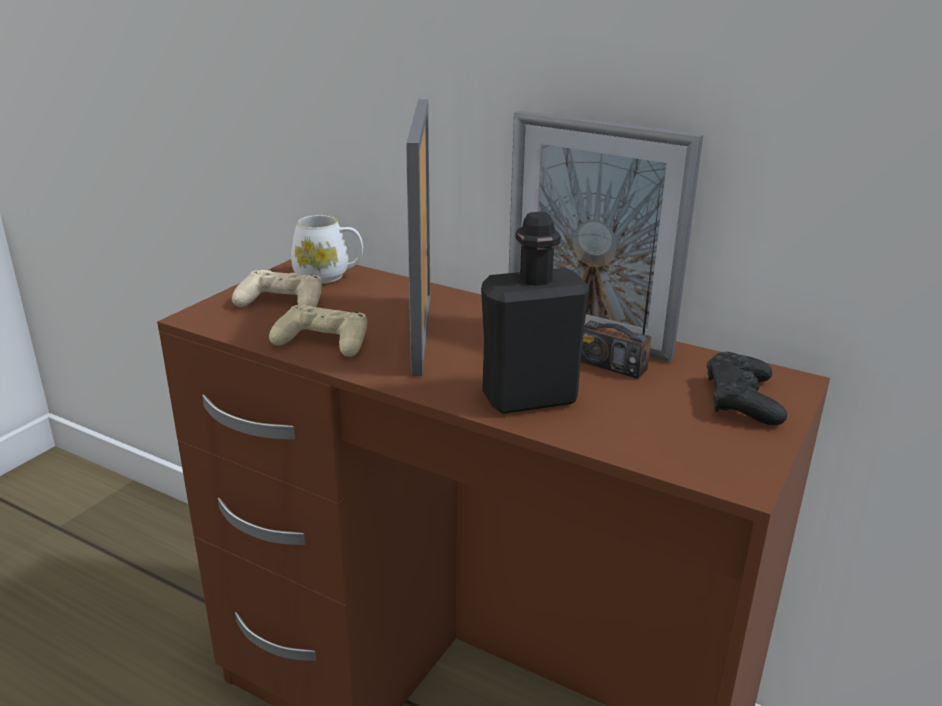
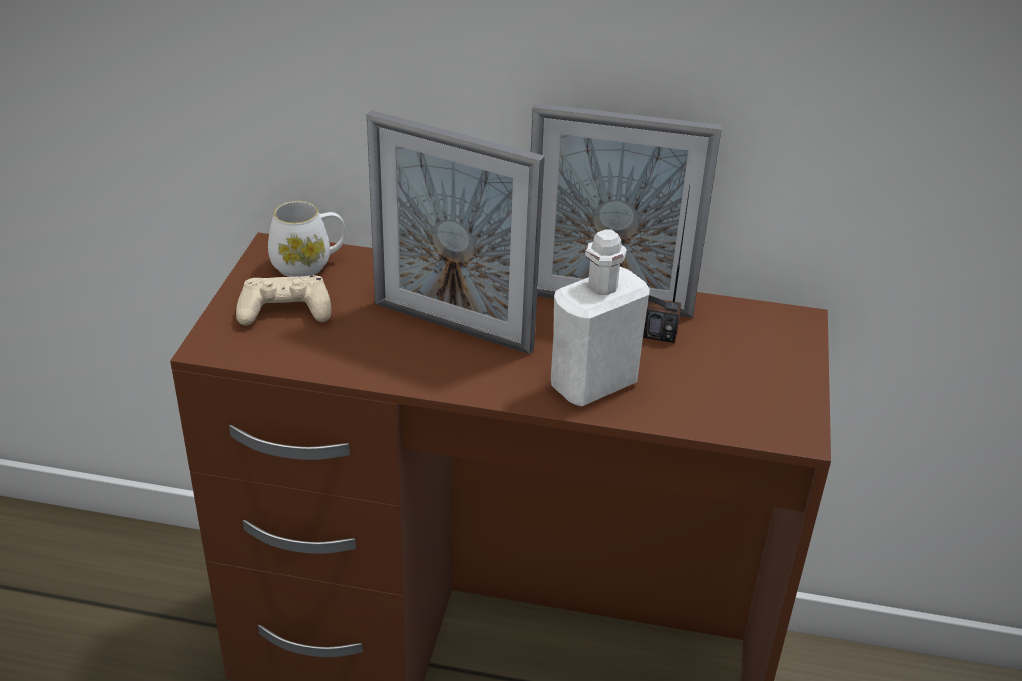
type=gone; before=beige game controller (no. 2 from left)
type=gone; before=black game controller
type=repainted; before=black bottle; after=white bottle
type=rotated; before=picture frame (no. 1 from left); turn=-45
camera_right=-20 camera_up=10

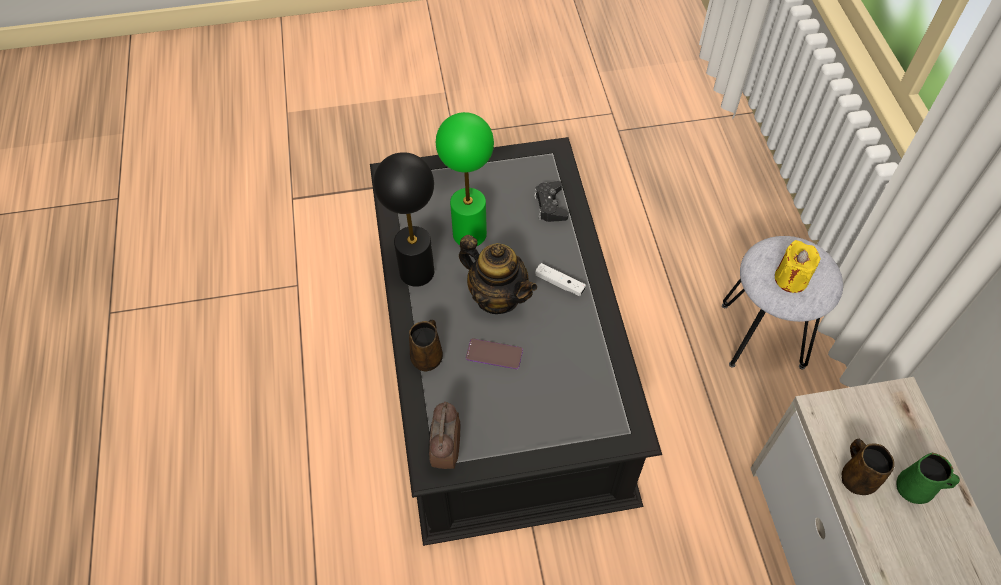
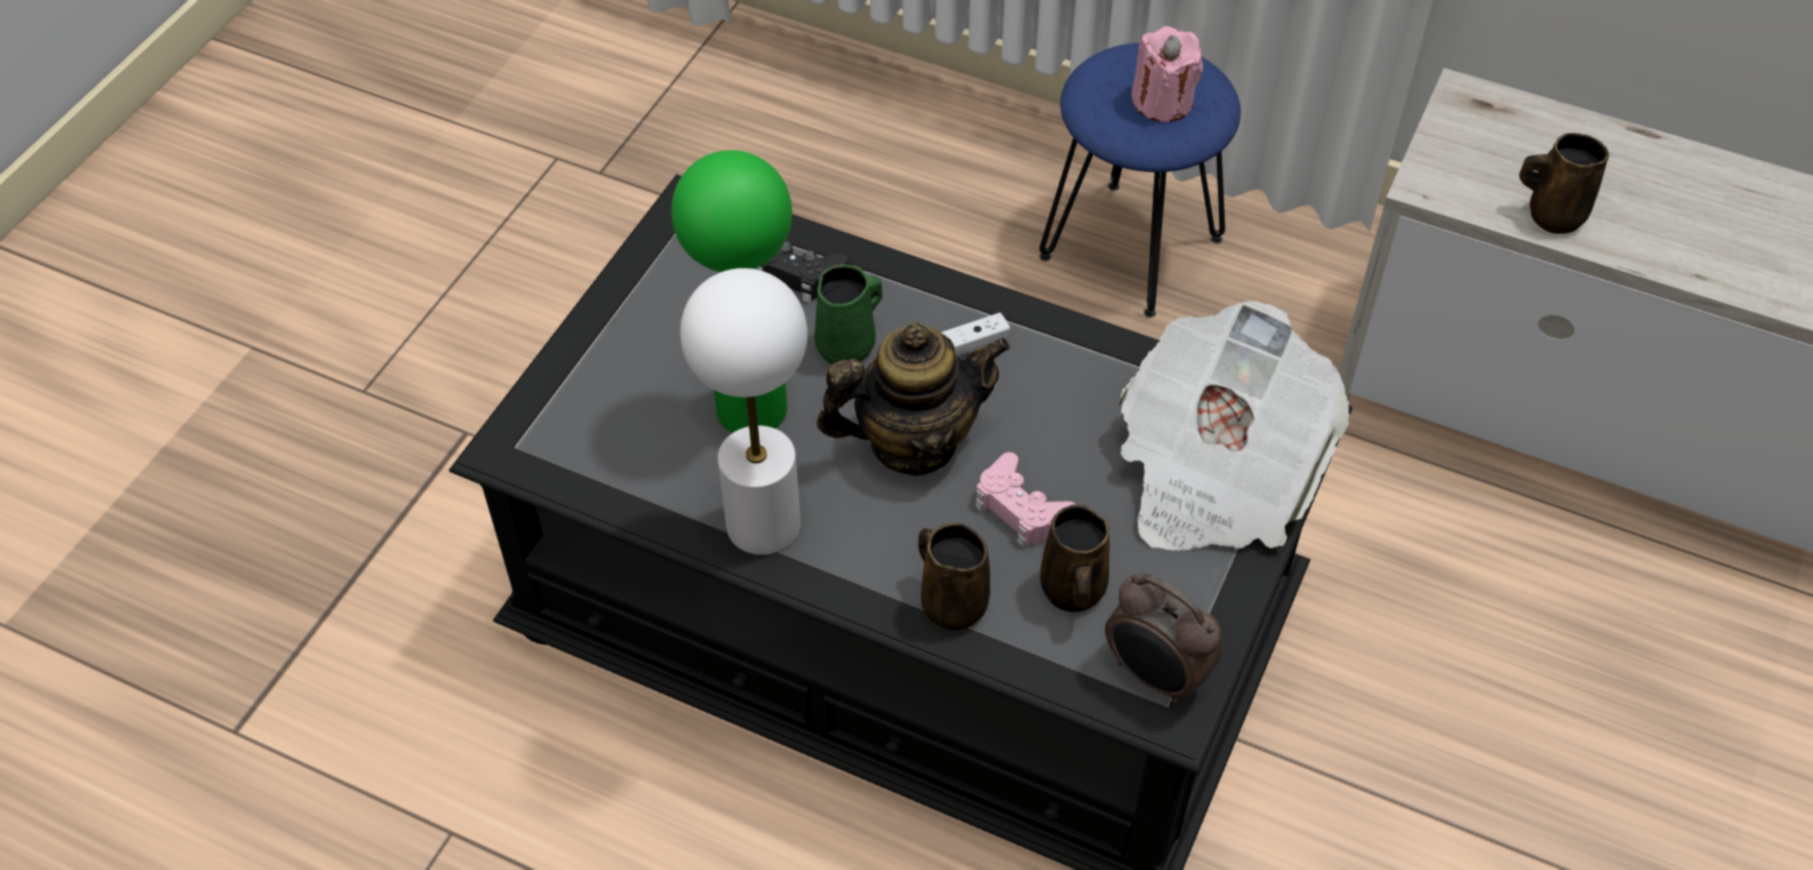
type=new; after=brown mug (no. 2 from left)
type=new; after=newspaper
type=shifted; before=green mug
type=swapped; before=phone; after=pink game controller
type=repainted; before=black table lamp; after=white table lamp
type=repainted; before=grey stool; after=blue stool
type=repainted; before=yellow candle; after=pink candle
camera_right=-55 camera_up=-5

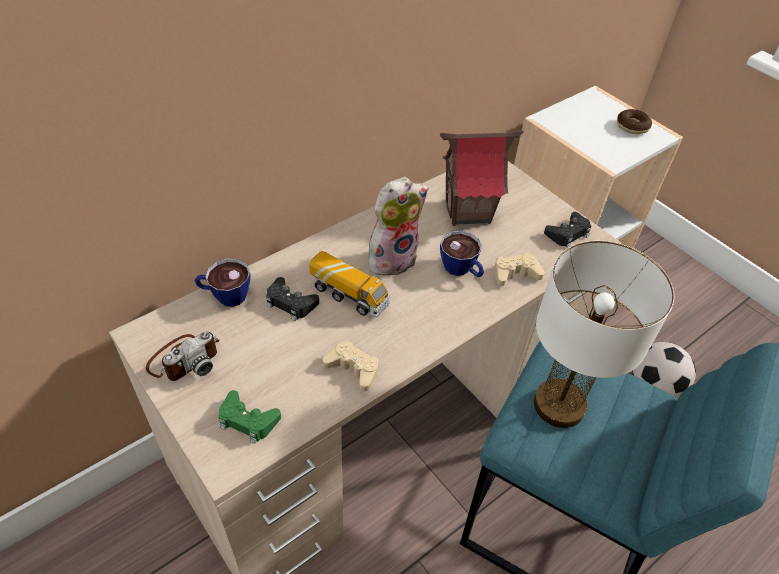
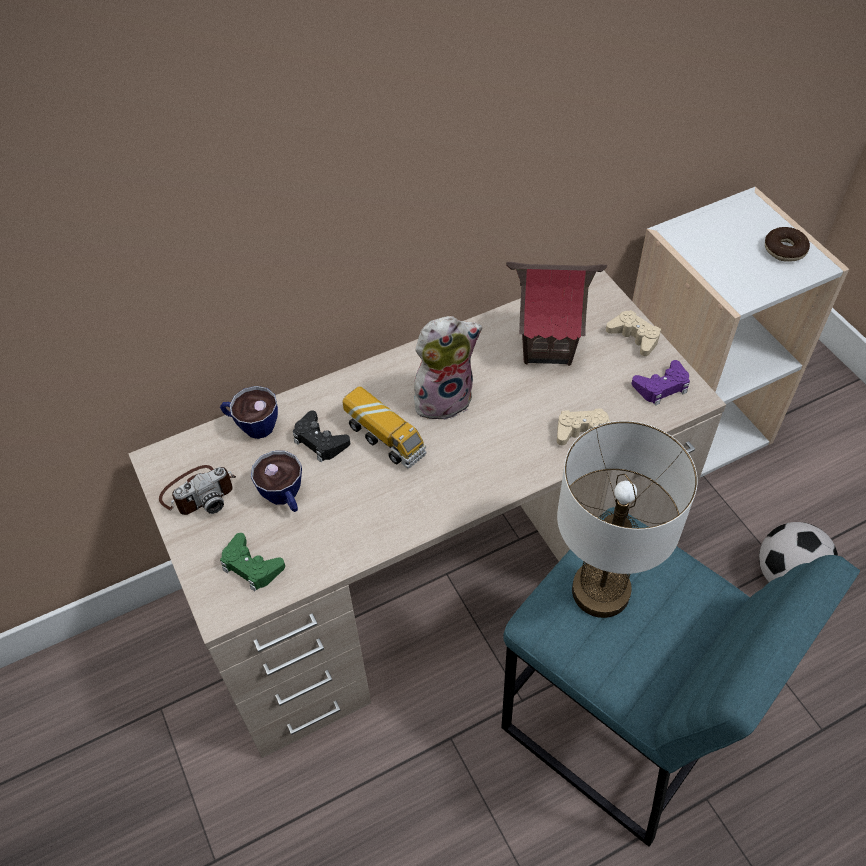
type=shifted; before=beige game controller (no. 1 from left in the first image); after=beige game controller (no. 2 from left)
type=shifted; before=cup (no. 2 from left)
type=repainted; before=black game controller (no. 2 from left); after=purple game controller
camera_right=15 camera_up=5

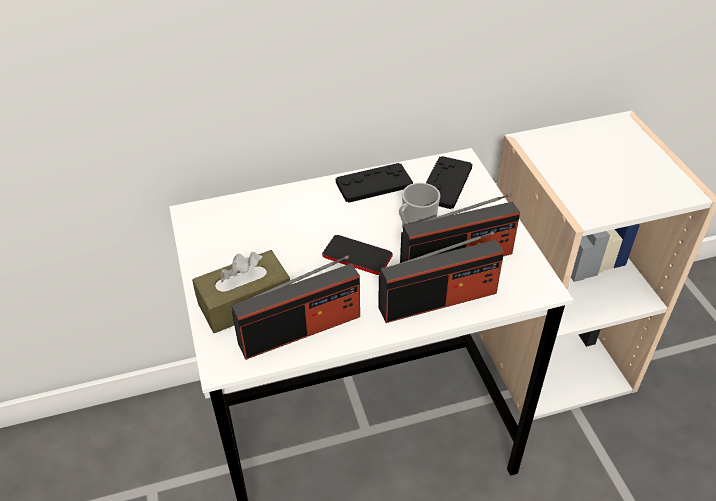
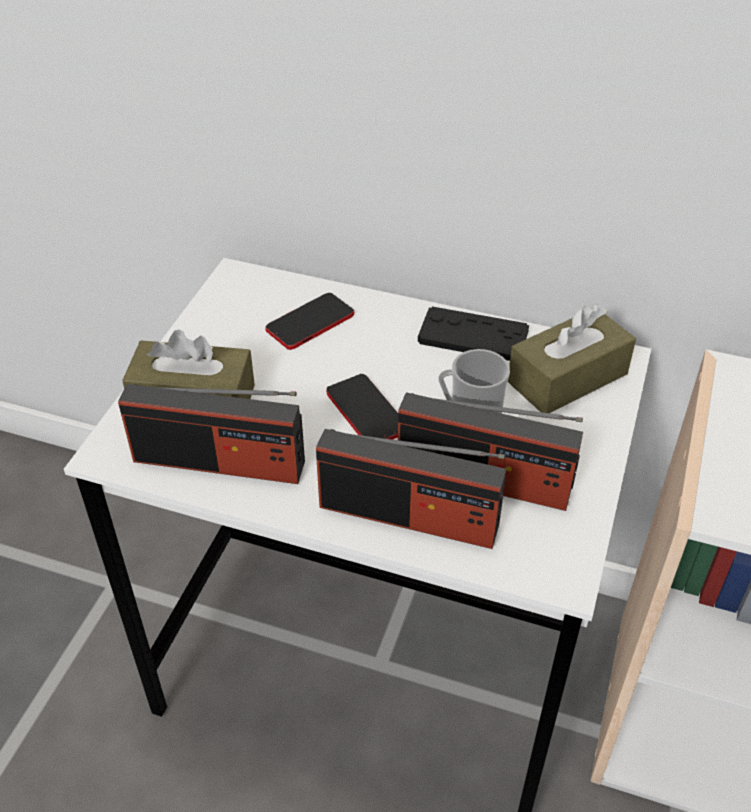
type=new; after=phone (no. 1 from left)
type=swapped; before=black game controller (no. 2 from left); after=brown tissue box (no. 2 from left)
camera_right=35 camera_up=0

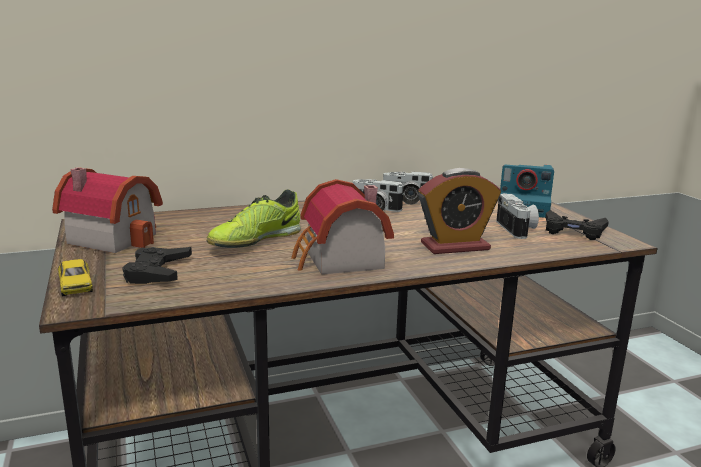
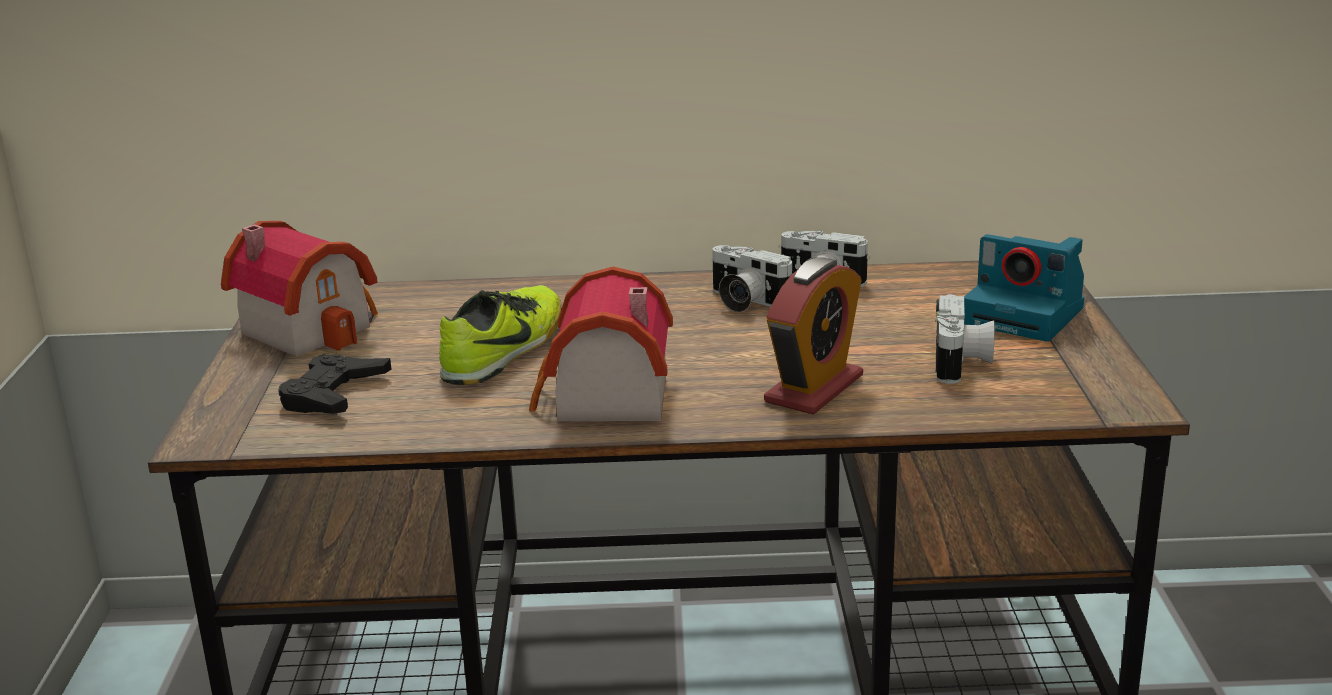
type=gone; before=toy car
type=gone; before=black game controller (no. 2 from left)
type=rotated; before=shoe; turn=150
type=rotated; before=alarm clock; turn=-60
camera_right=20 camera_up=5

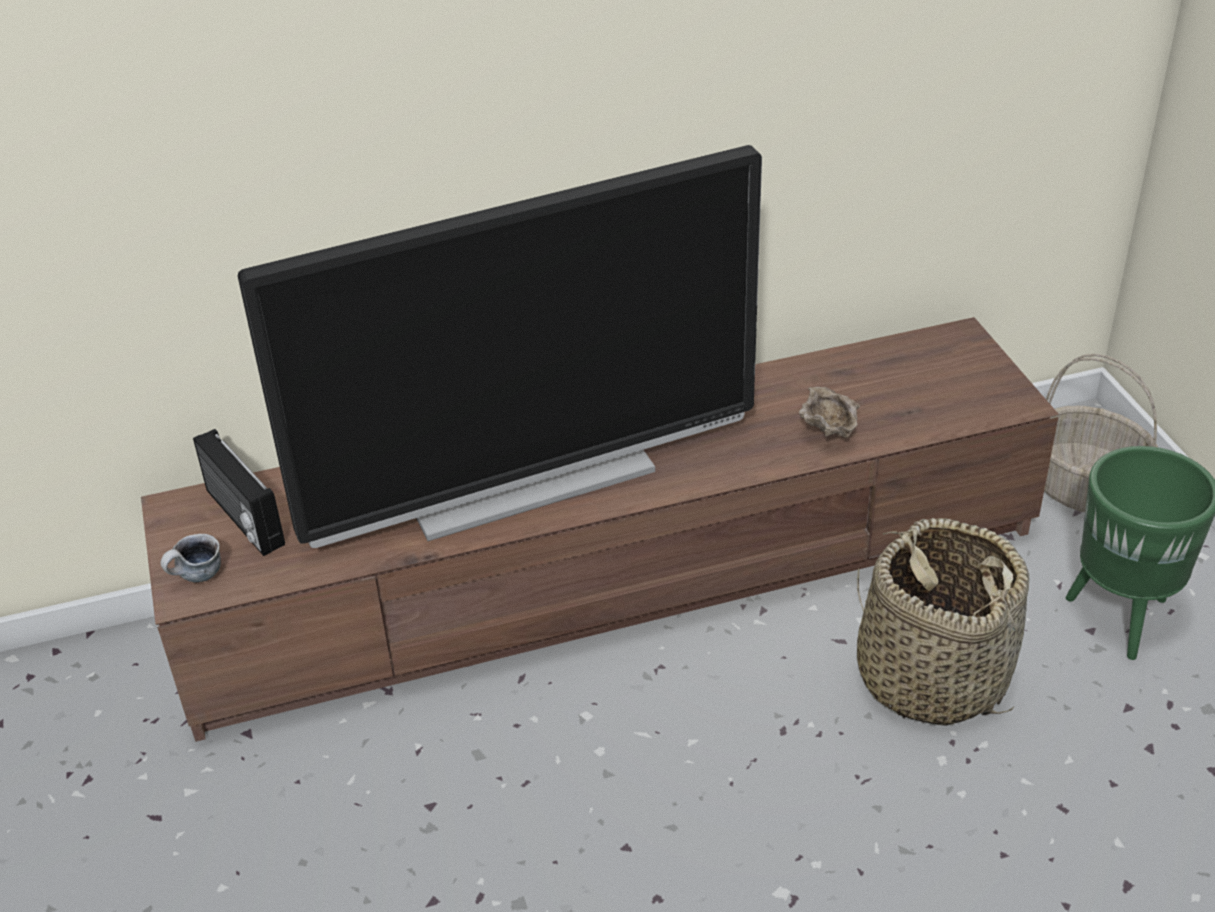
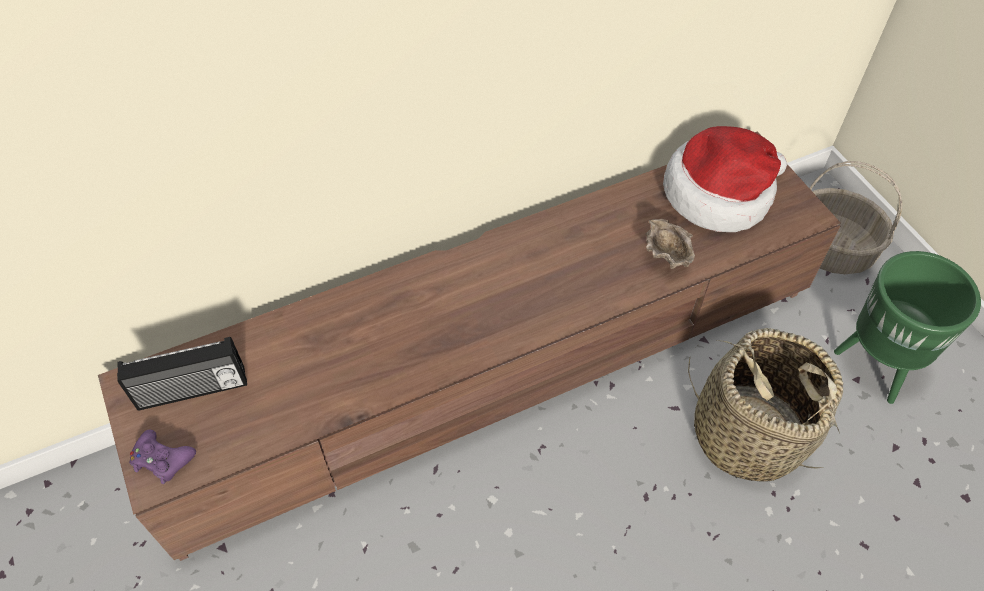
type=gone; before=television
type=new; after=hat
type=swapped; before=mug; after=purple game controller
type=rotated; before=radio; turn=-60
camera_right=-10 camera_up=15

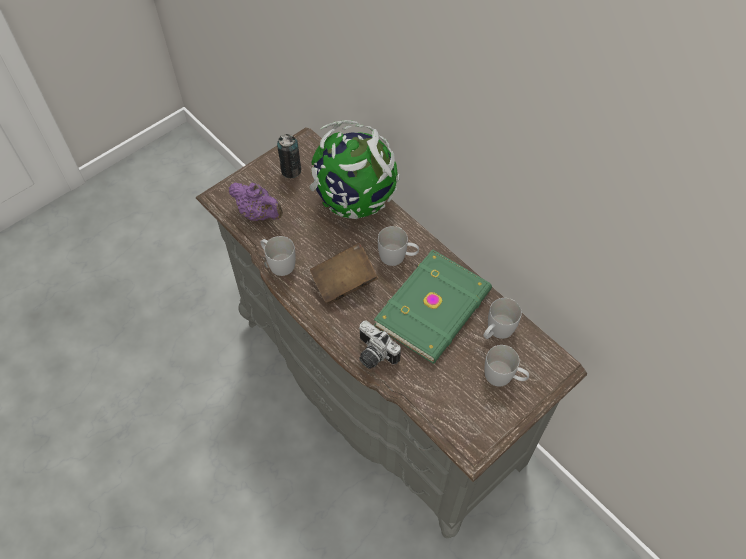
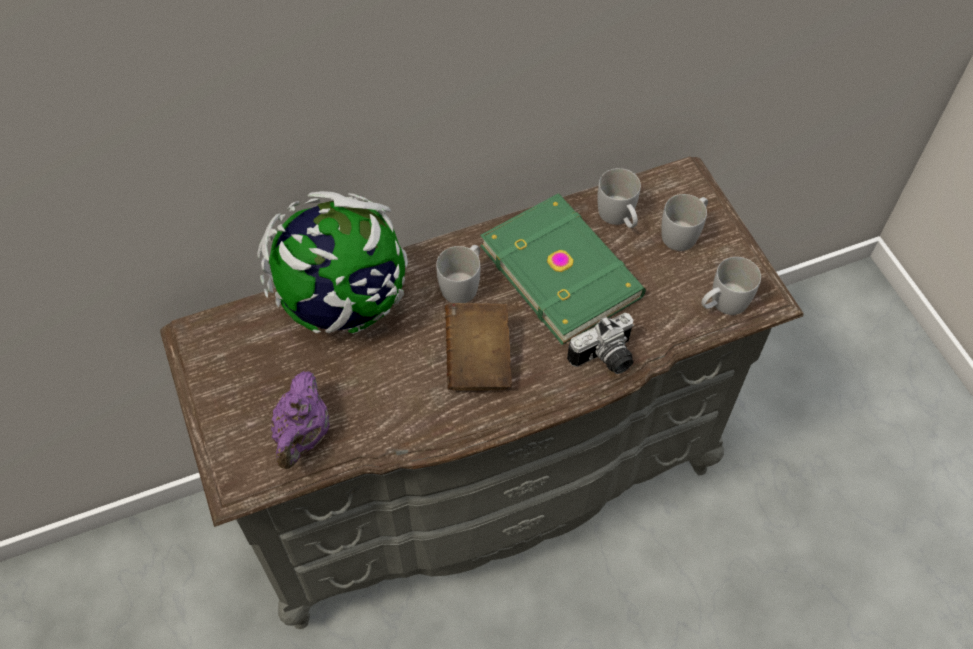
type=gone; before=can
type=shifted; before=white mug (no. 1 from left in the first image); after=white mug (no. 4 from left)
type=rotated; before=purple teapot; turn=135
camera_right=-70 camera_up=0

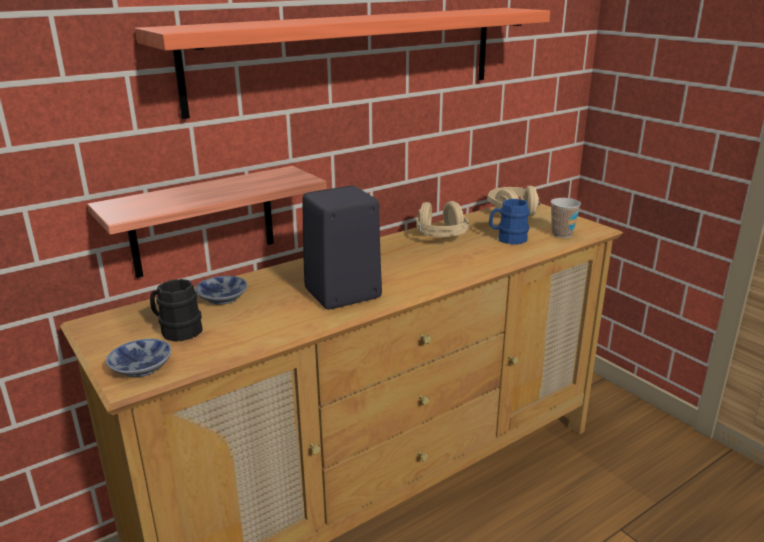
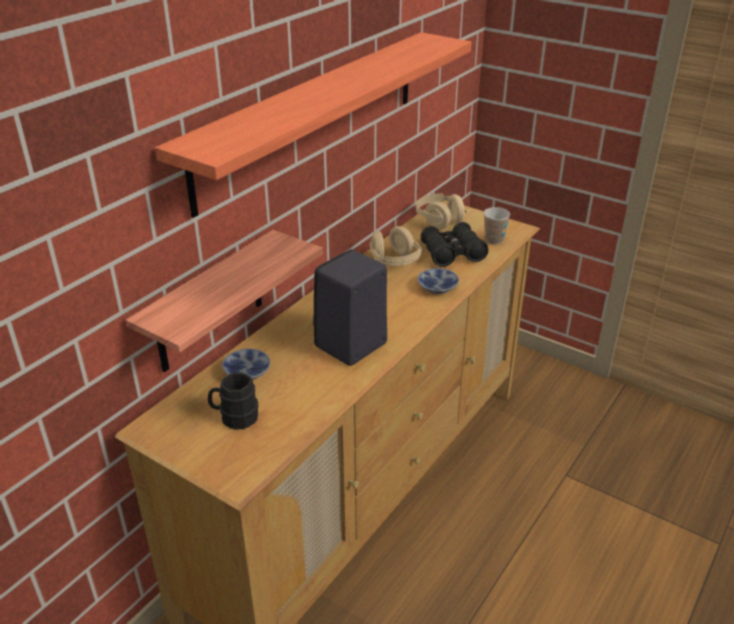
type=shifted; before=bowl (no. 1 from left in the first image); after=bowl (no. 2 from left)
type=swapped; before=blue mug; after=black binoculars
camera_right=-20 camera_up=10

